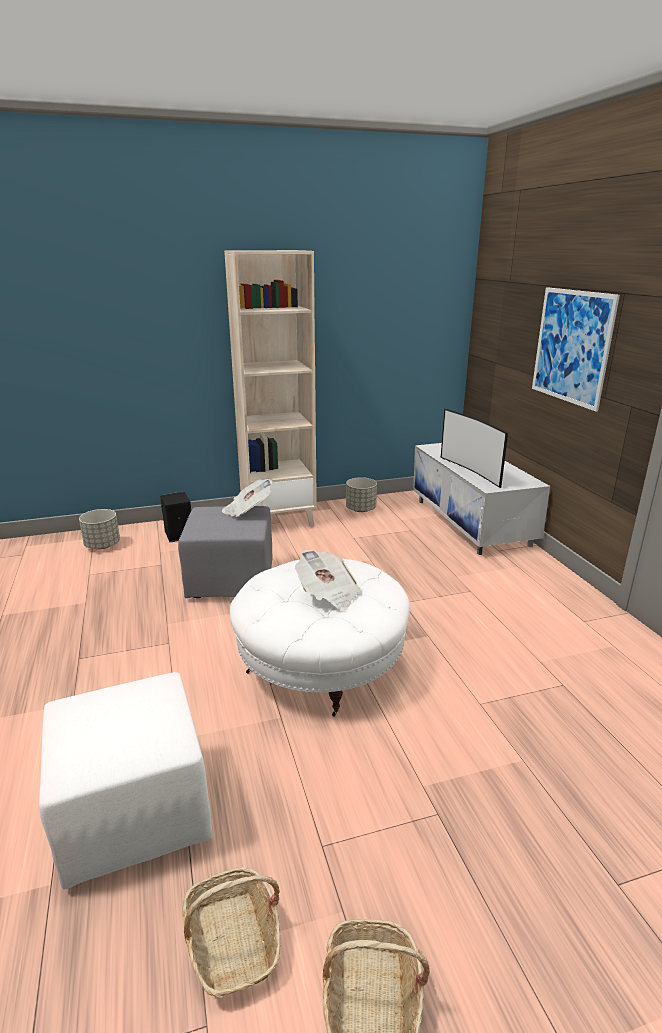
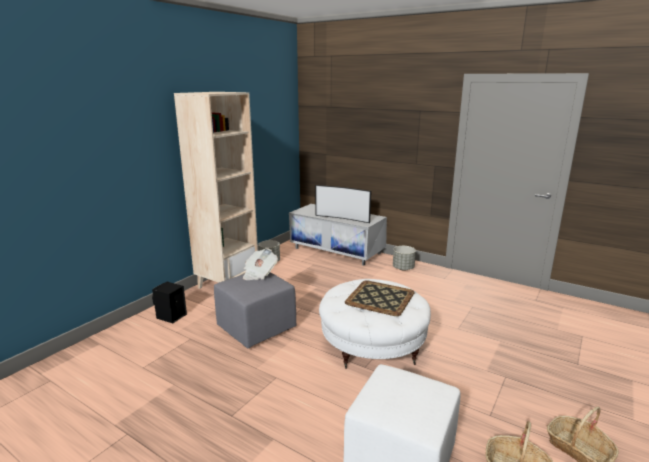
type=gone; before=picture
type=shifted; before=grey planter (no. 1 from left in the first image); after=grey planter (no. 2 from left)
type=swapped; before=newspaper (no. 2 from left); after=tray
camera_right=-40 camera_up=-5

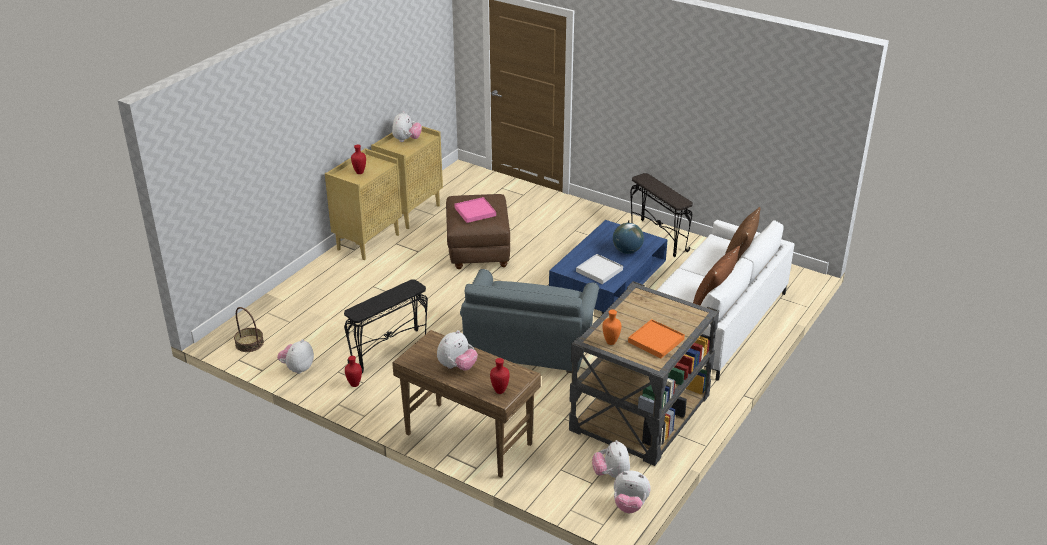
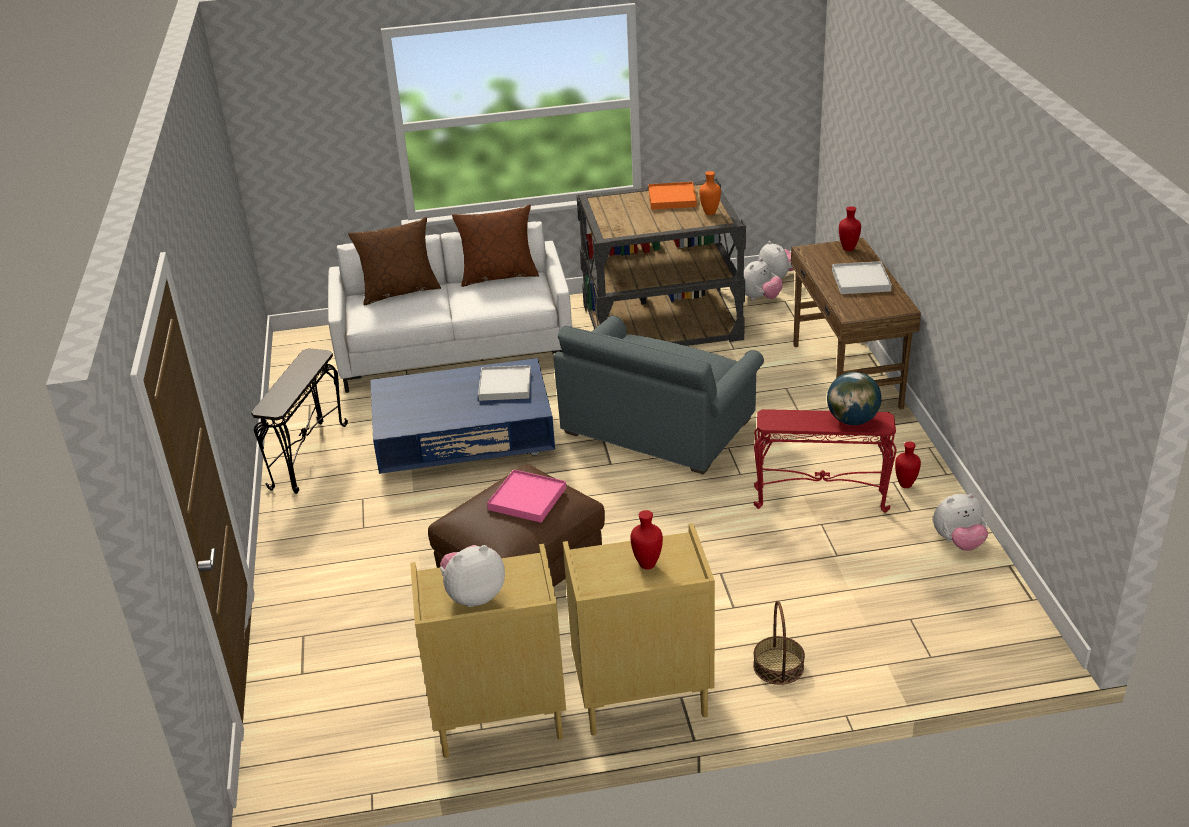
type=shifted; before=basket
type=shifted; before=globe
type=swapped; before=plush toy (no. 3 from left); after=white tray (no. 2 from left)
type=repainted; before=black side table (no. 1 from left); after=red side table
type=rotated; before=grey armchair; turn=150
camera_right=-130 camera_up=0

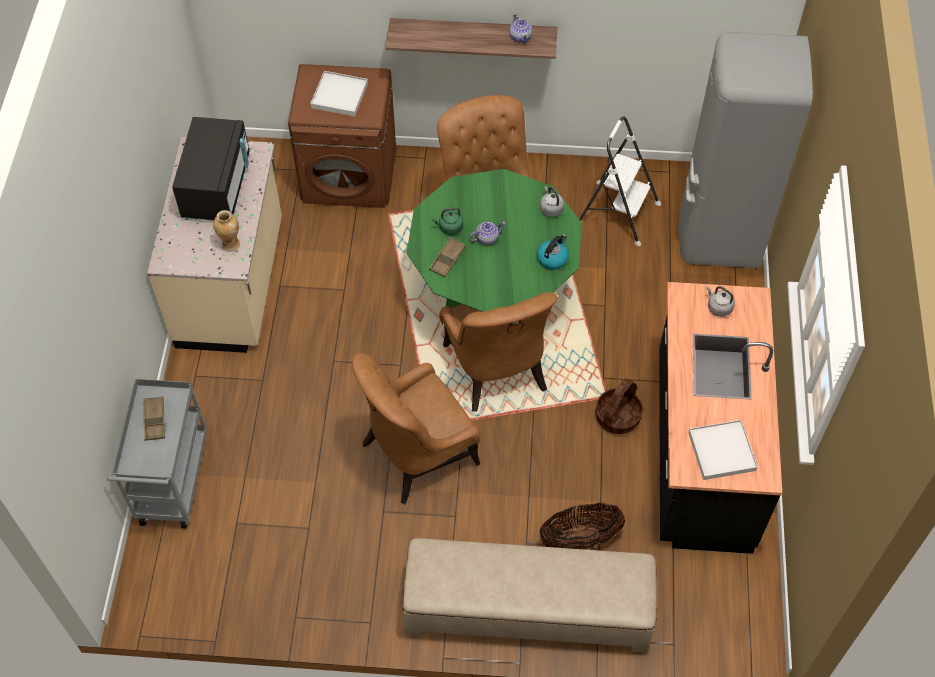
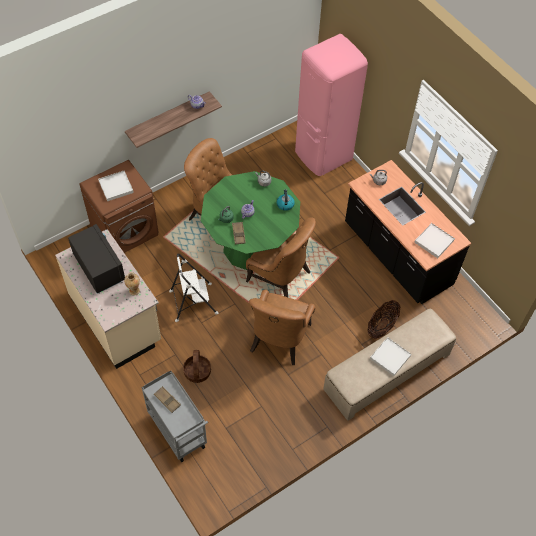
type=new; after=white tray (no. 2 from left)
type=shifted; before=white step ladder
type=shifted; before=basket (no. 2 from left in the first image); after=basket (no. 1 from left)
type=repainted; before=grey fridge; after=pink fridge
camera_right=-40 camera_up=0

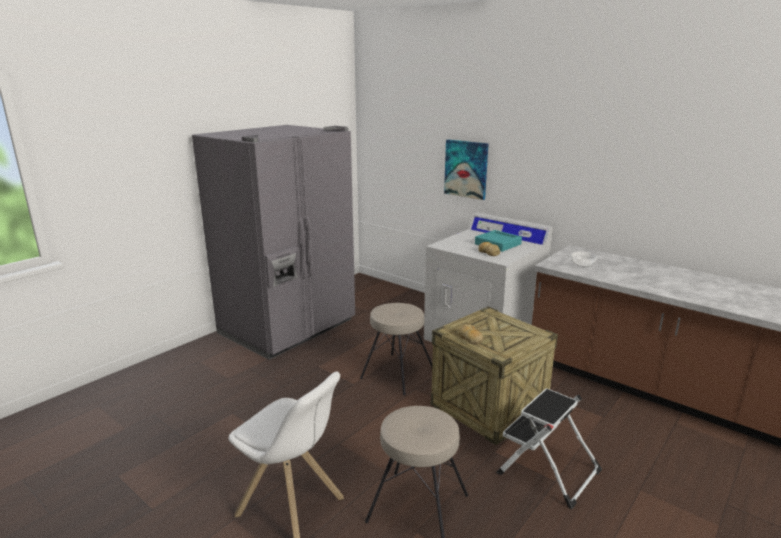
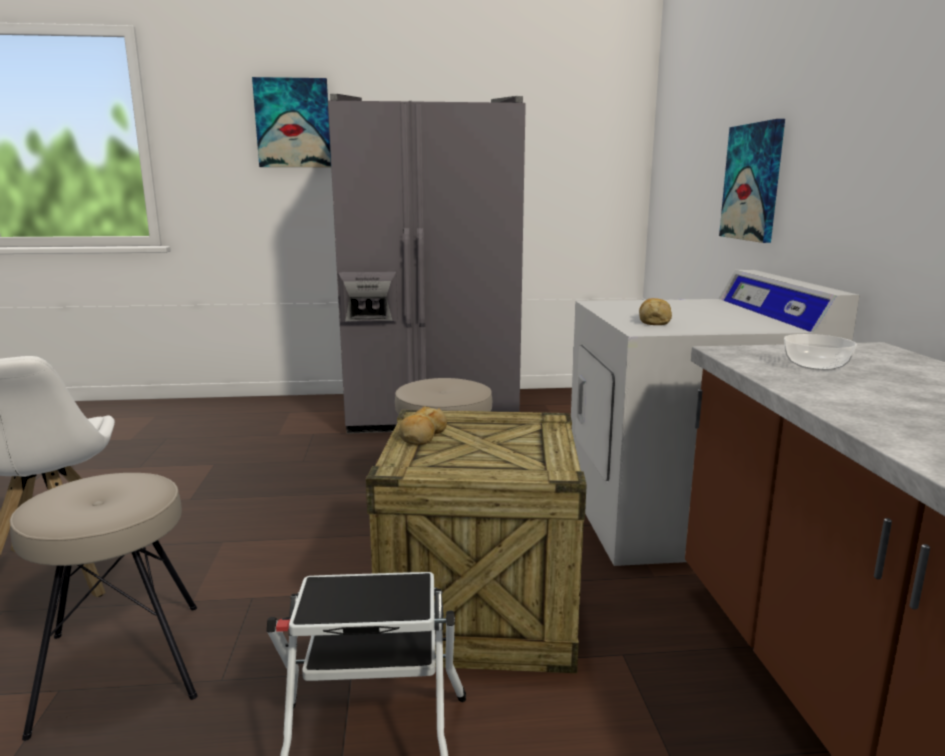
type=gone; before=turquoise tray
type=new; after=picture (no. 1 from left)
camera_right=45 camera_up=-5

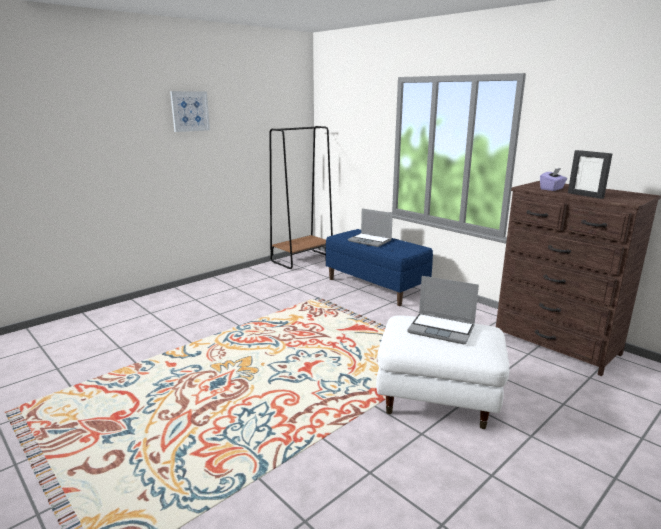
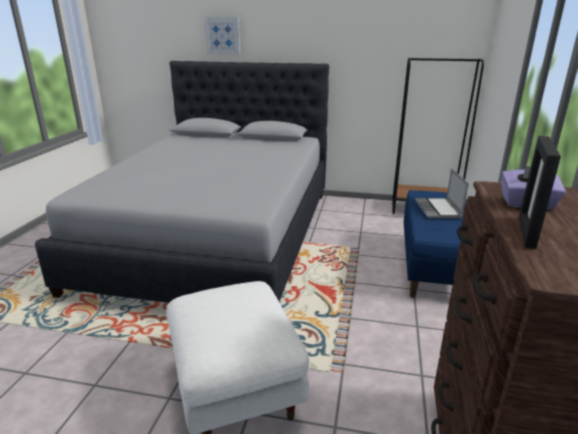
type=gone; before=laptop (no. 2 from left)
type=new; after=grey bed
type=shifted; before=picture
camera_right=55 camera_up=5

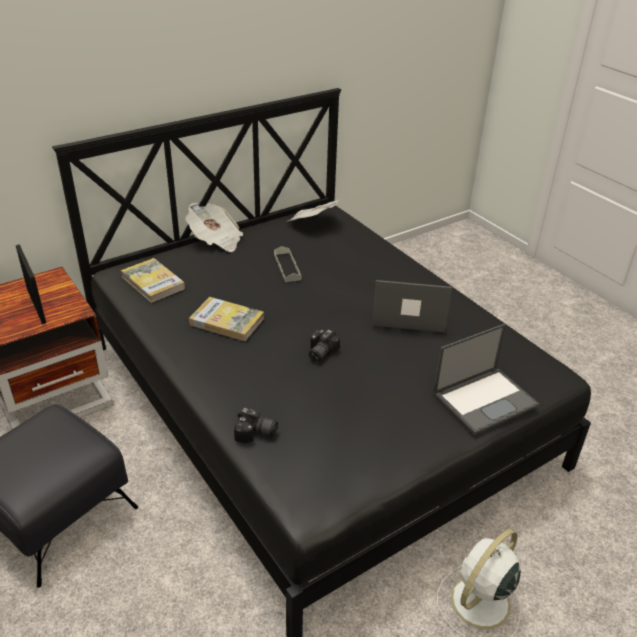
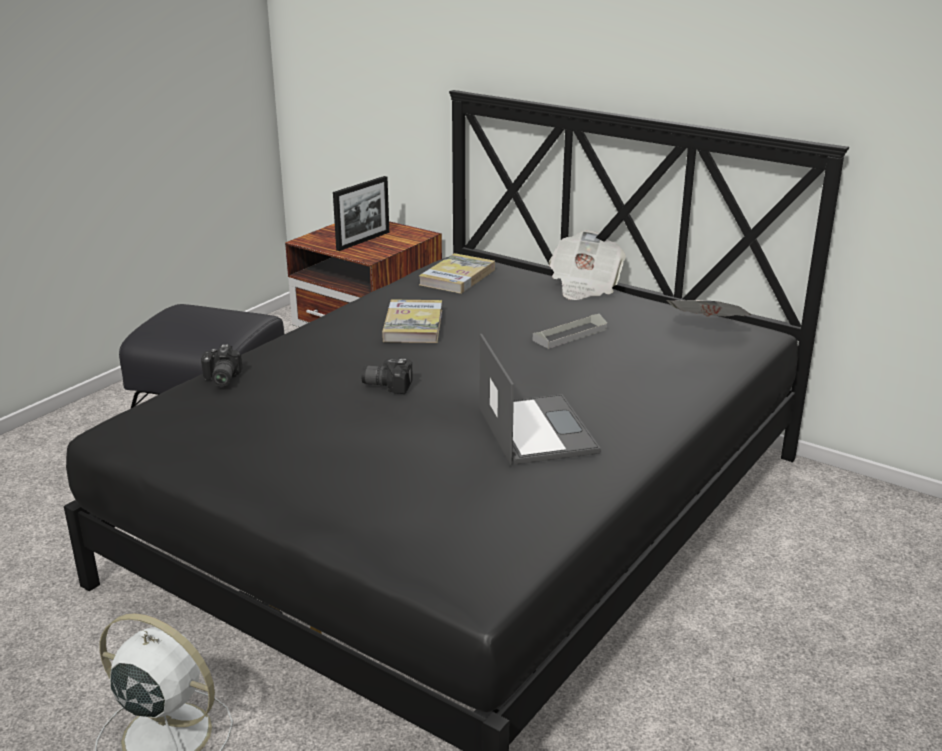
type=gone; before=laptop (no. 2 from left)
camera_right=70 camera_up=-10

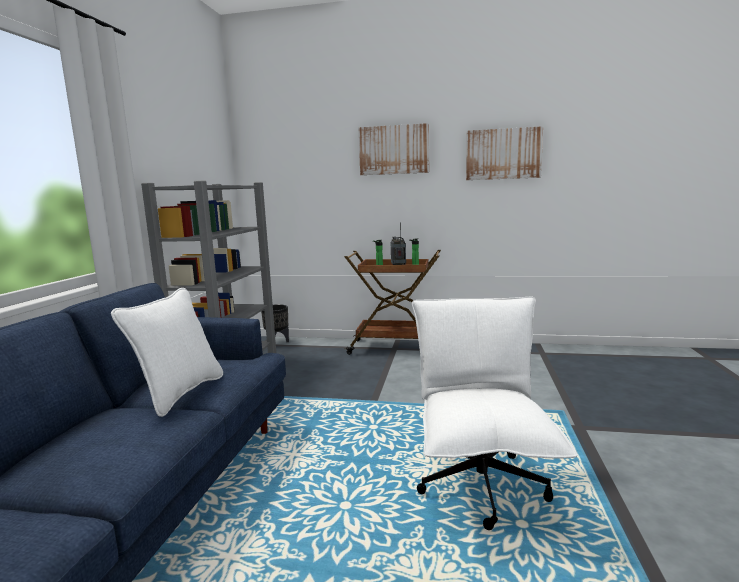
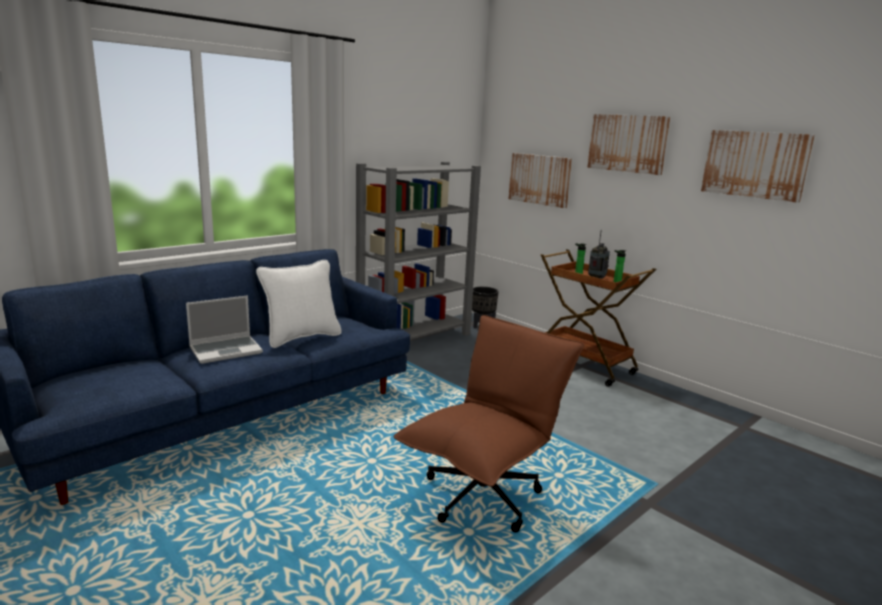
type=new; after=laptop
type=new; after=picture (no. 1 from left)
type=repainted; before=white office chair; after=brown office chair
camera_right=35 camera_up=5

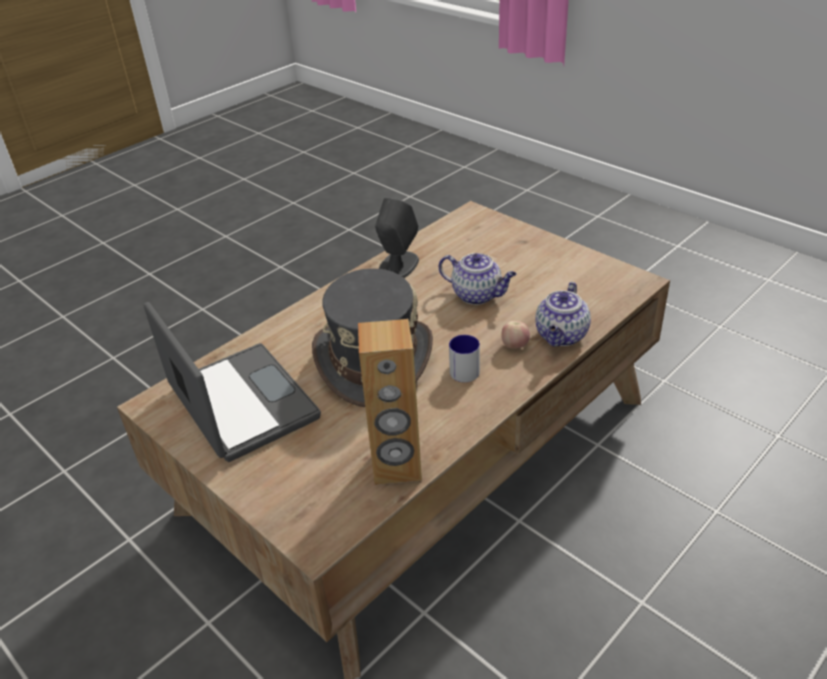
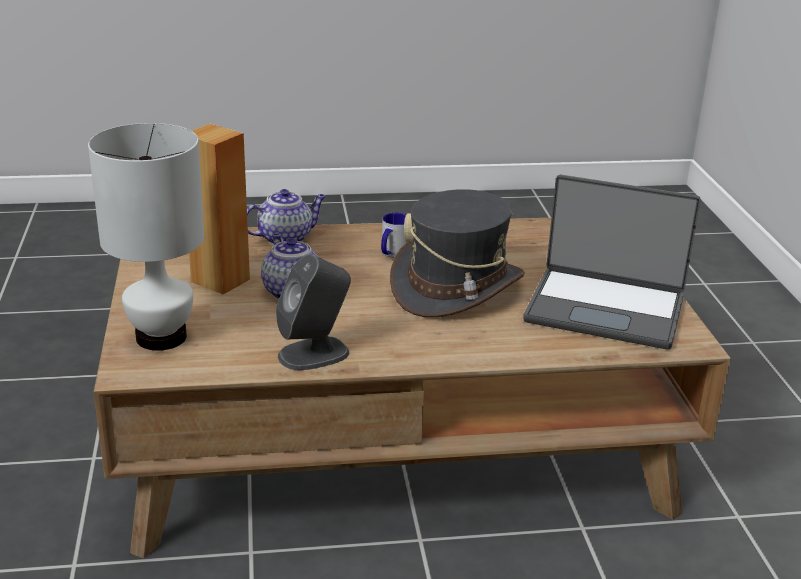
type=gone; before=apple
type=new; after=white table lamp
type=shifted; before=brown speaker
type=rotated; before=laptop; turn=-75
camera_right=-145 camera_up=-10

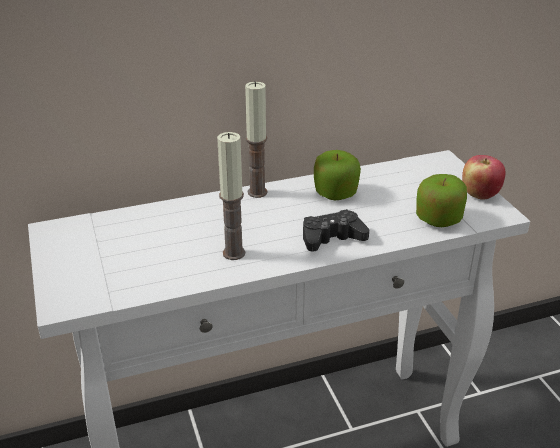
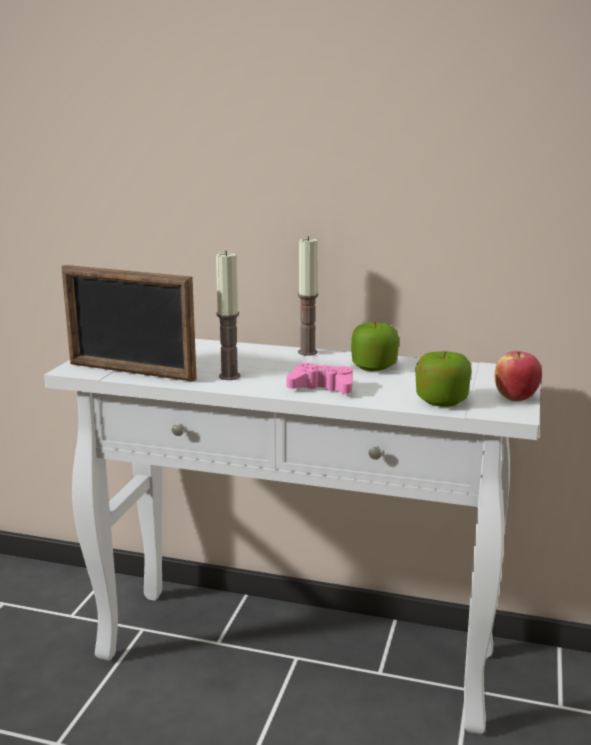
type=new; after=picture frame
type=repainted; before=black game controller; after=pink game controller
camera_right=35 camera_up=-15

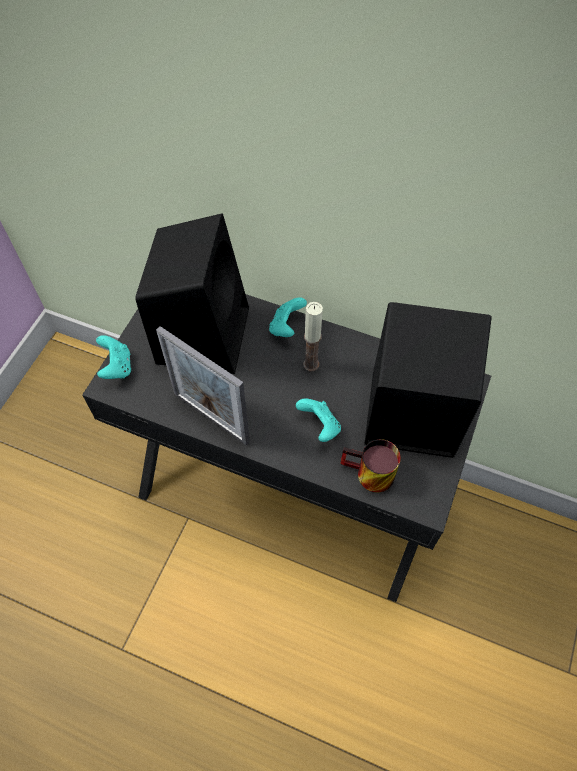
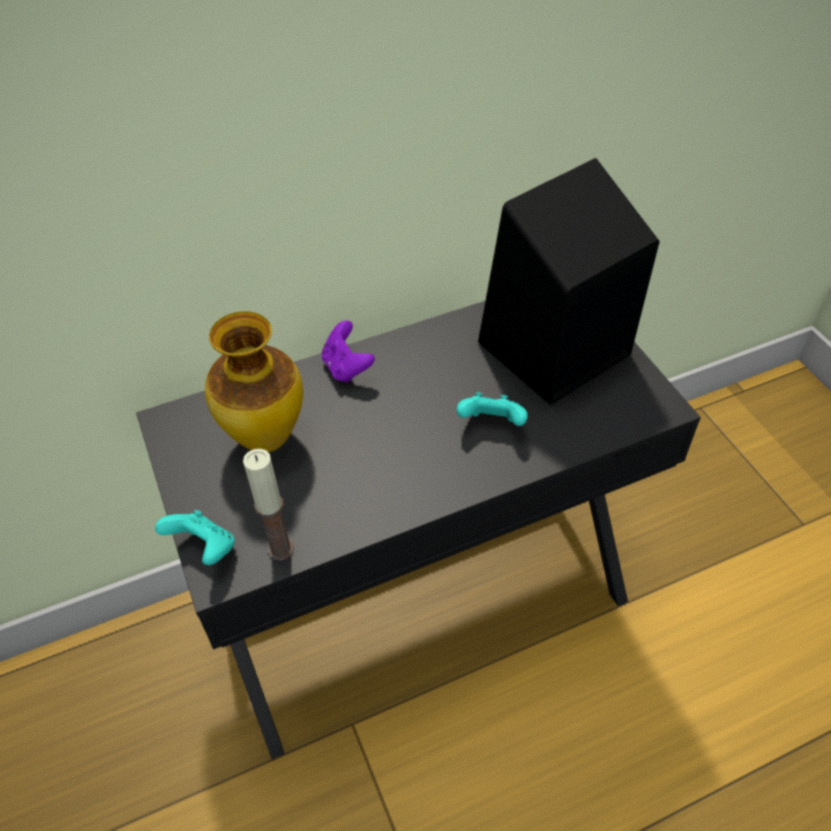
type=gone; before=picture frame
type=gone; before=mug
type=shifted; before=candle
type=swapped; before=black speaker (no. 1 from left); after=vase
type=repainted; before=turquoise game controller (no. 2 from left); after=purple game controller
camera_right=-45 camera_up=-10

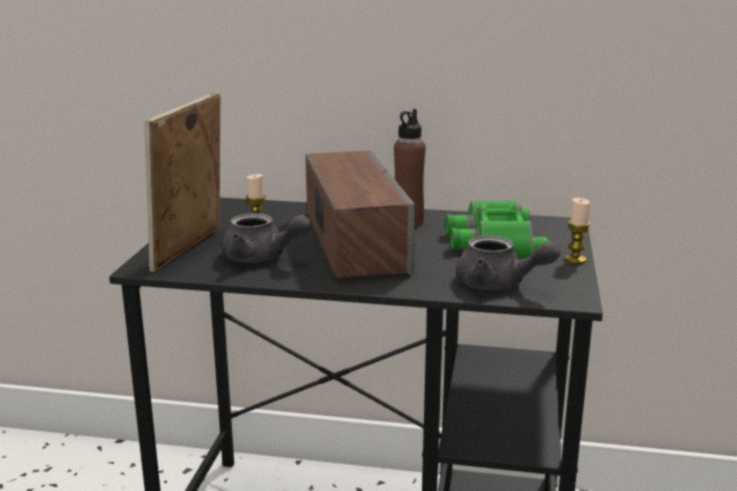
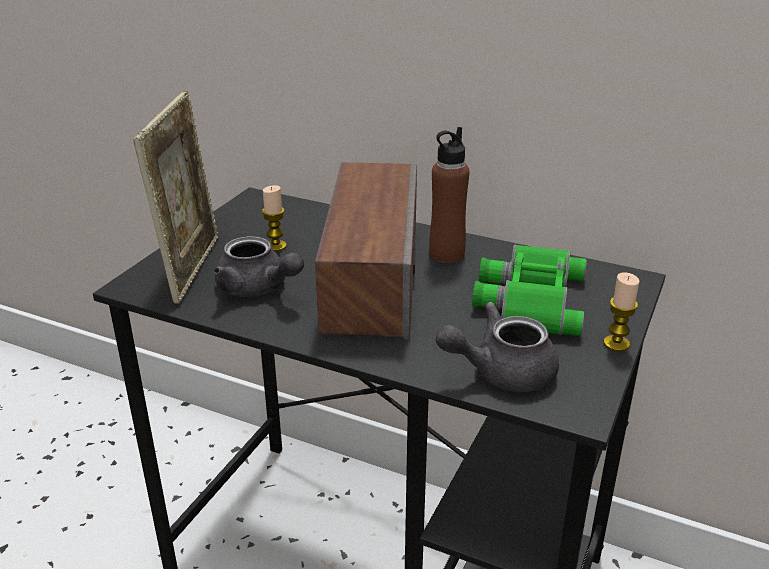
type=rotated; before=picture frame; turn=150
type=rotated; before=grey teapot (no. 2 from left); turn=120
camera_right=15 camera_up=10

